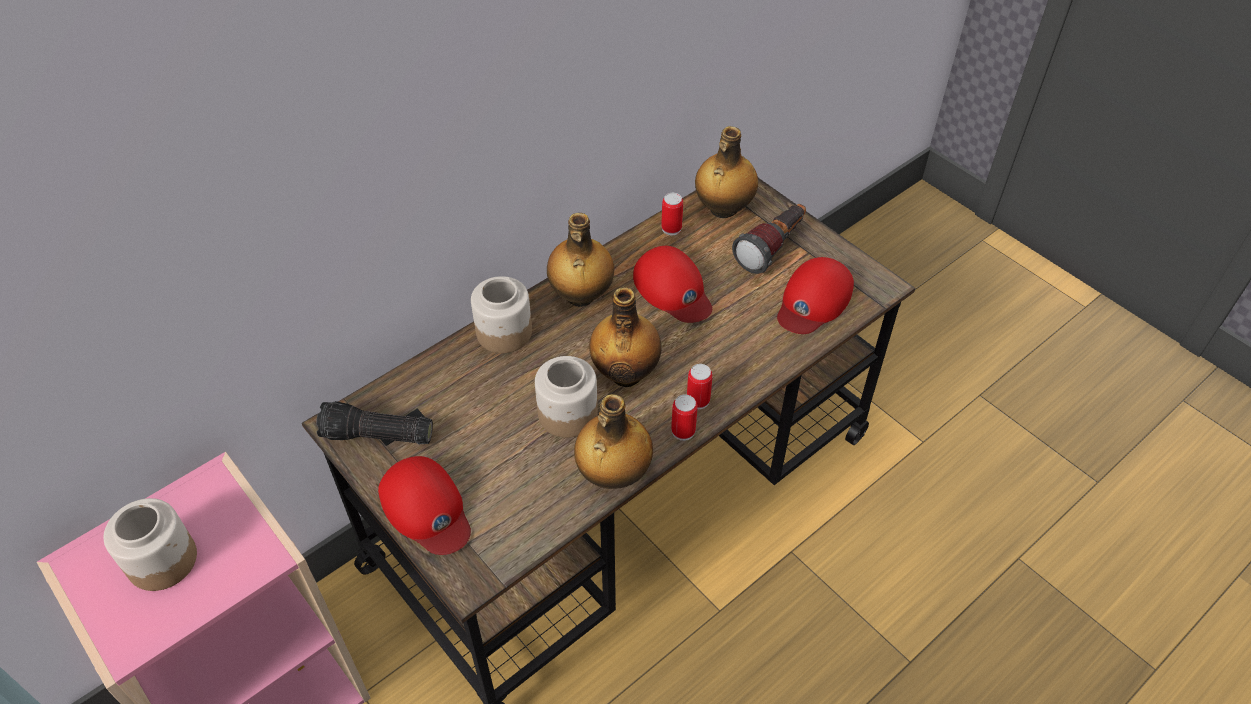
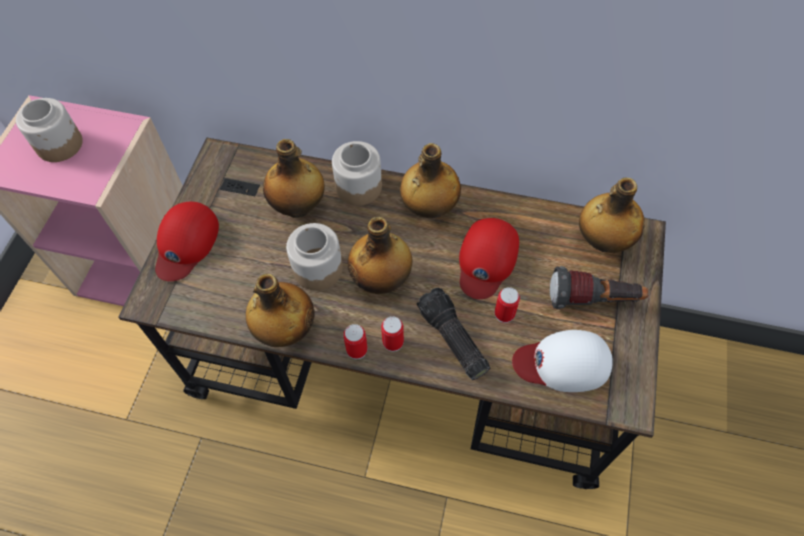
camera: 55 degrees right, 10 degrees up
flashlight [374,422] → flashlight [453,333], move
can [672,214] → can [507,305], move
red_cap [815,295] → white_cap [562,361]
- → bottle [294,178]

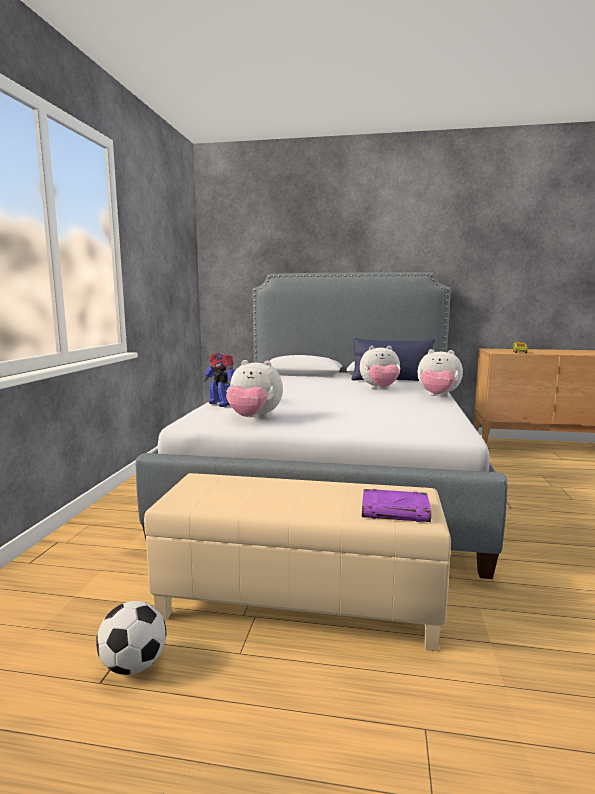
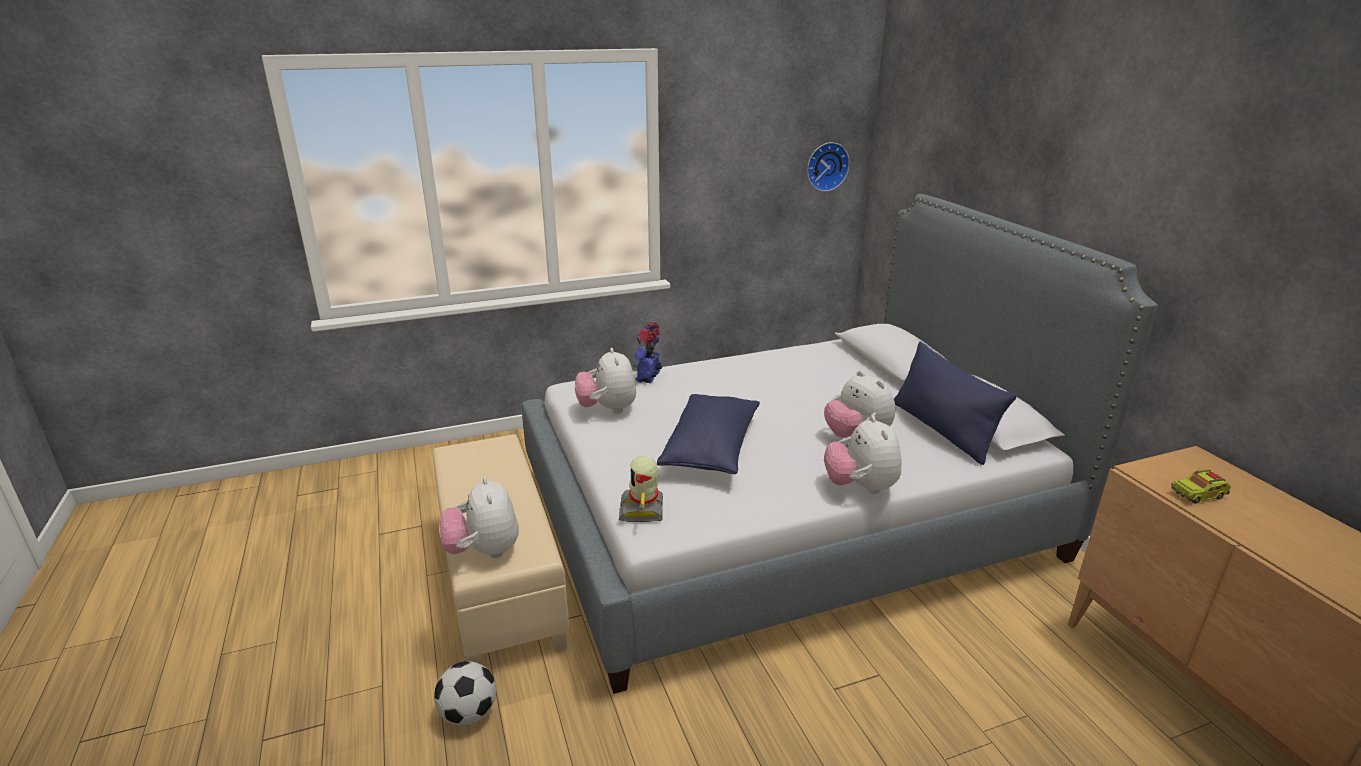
camera: 60 degrees right, 15 degrees up
football [131,638] → football [465,693], move
purple_bound_book [396,505] → soft_toy [479,517]
- → robot_figure [641,489]
- → bluish_throw_pillow [708,434]
- → wall_clock [828,167]

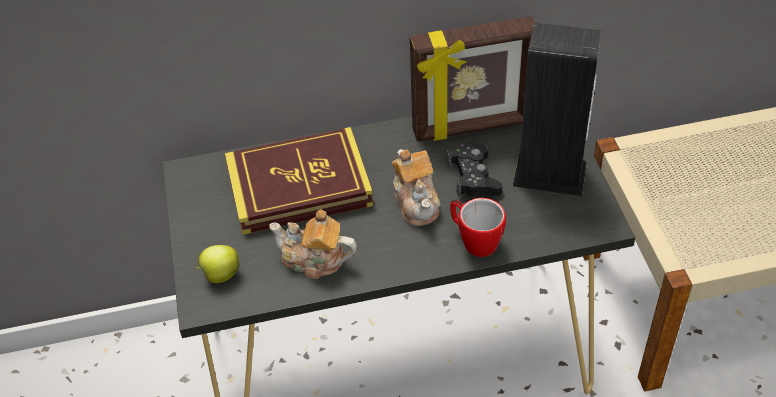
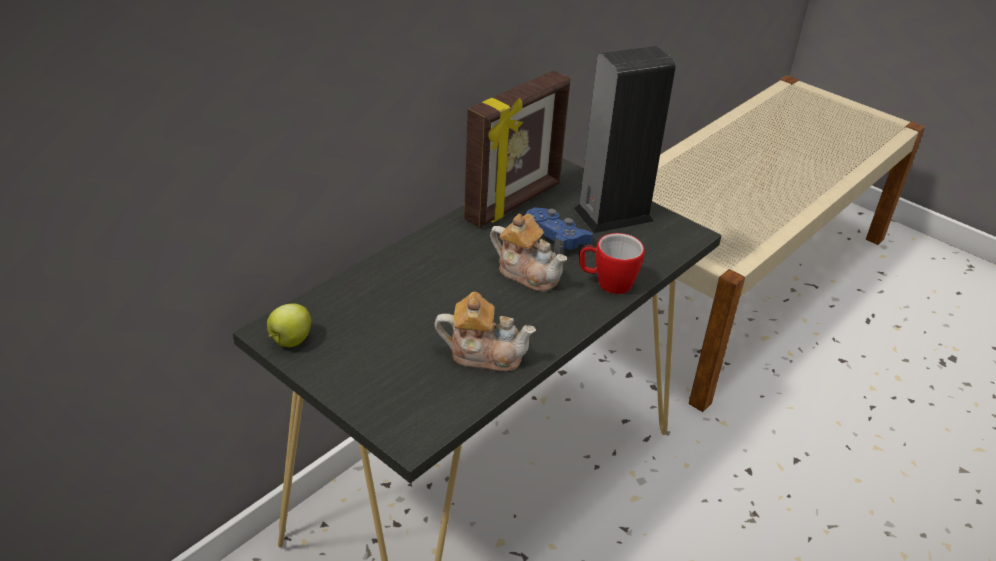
camera: 40 degrees left, 10 degrees down
apple [217,264] → apple [289,325], move
bound_book [299,181] → -
teapot [313,244] → teapot [485,332], 150 degrees counterclockwise
blackish_joypad [474,169] → bluish_joypad [559,231]

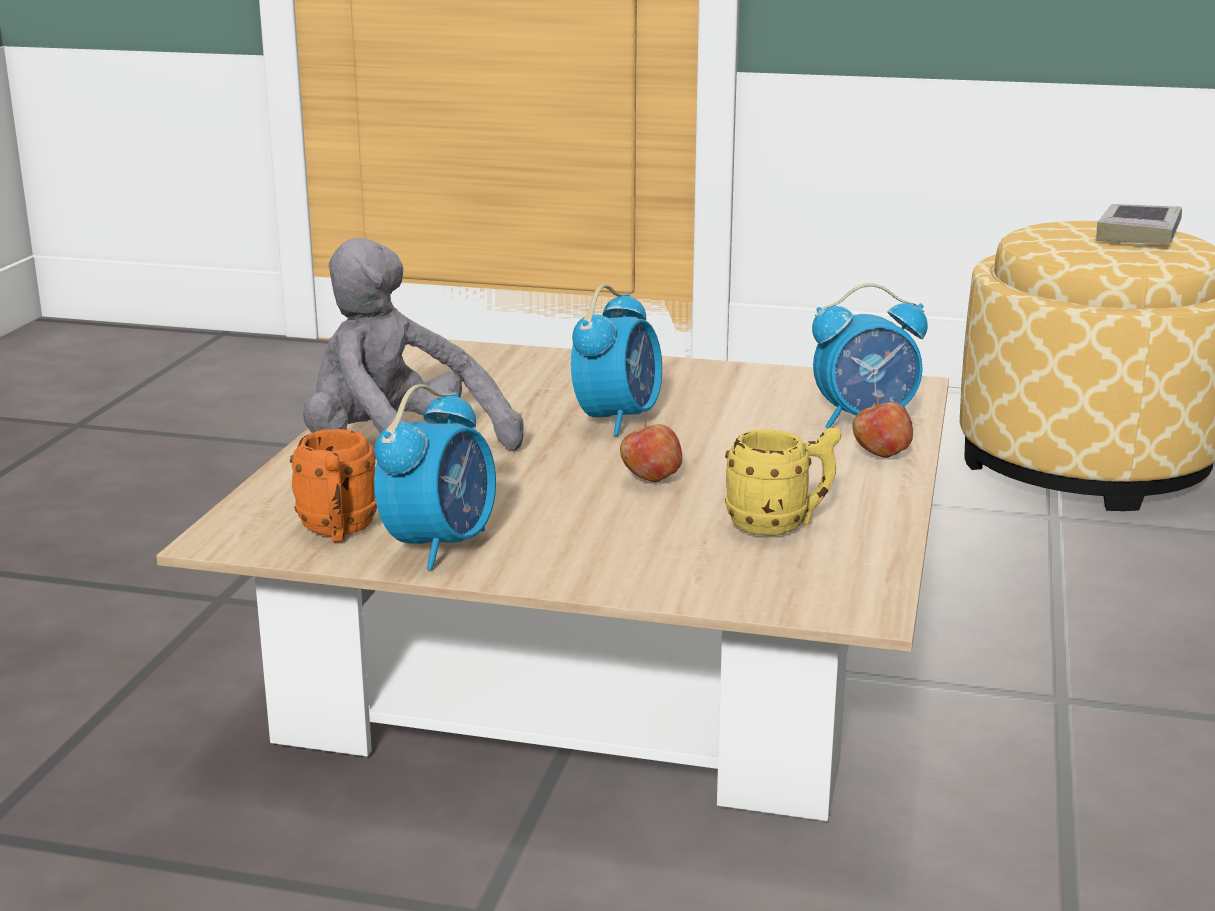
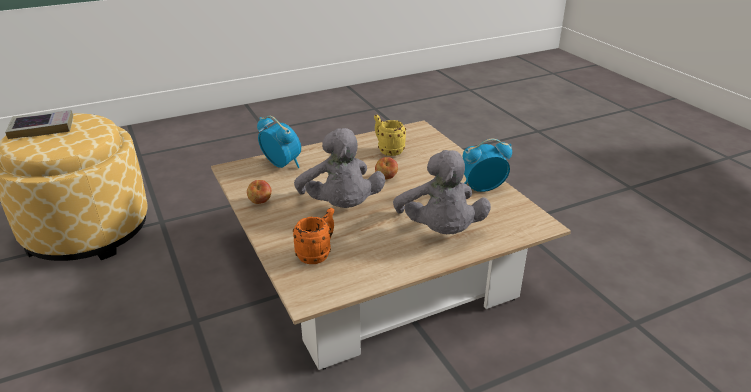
camera: 130 degrees left, 10 degrees up
orange_mug [333,485] → orange_mug [313,236], move
table_clock [616,360] → grey_soft_toy [339,168]
apple [883,427] → apple [259,192], move

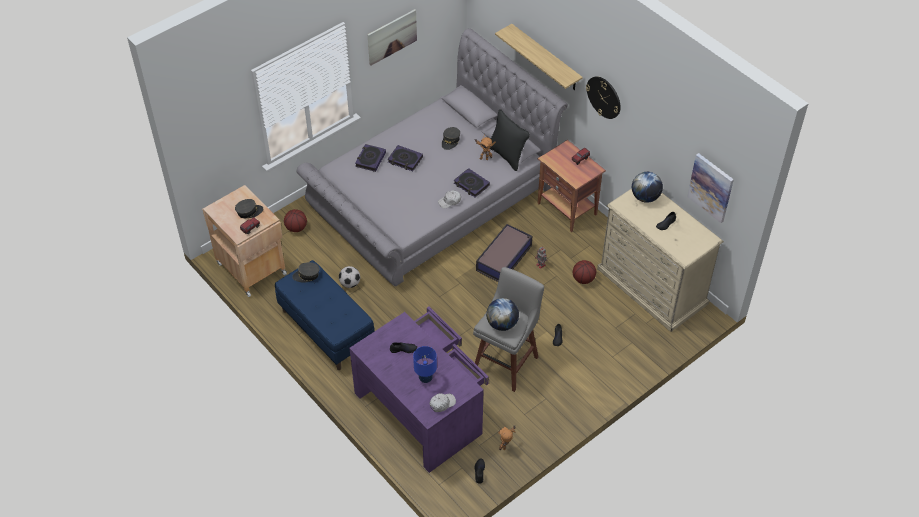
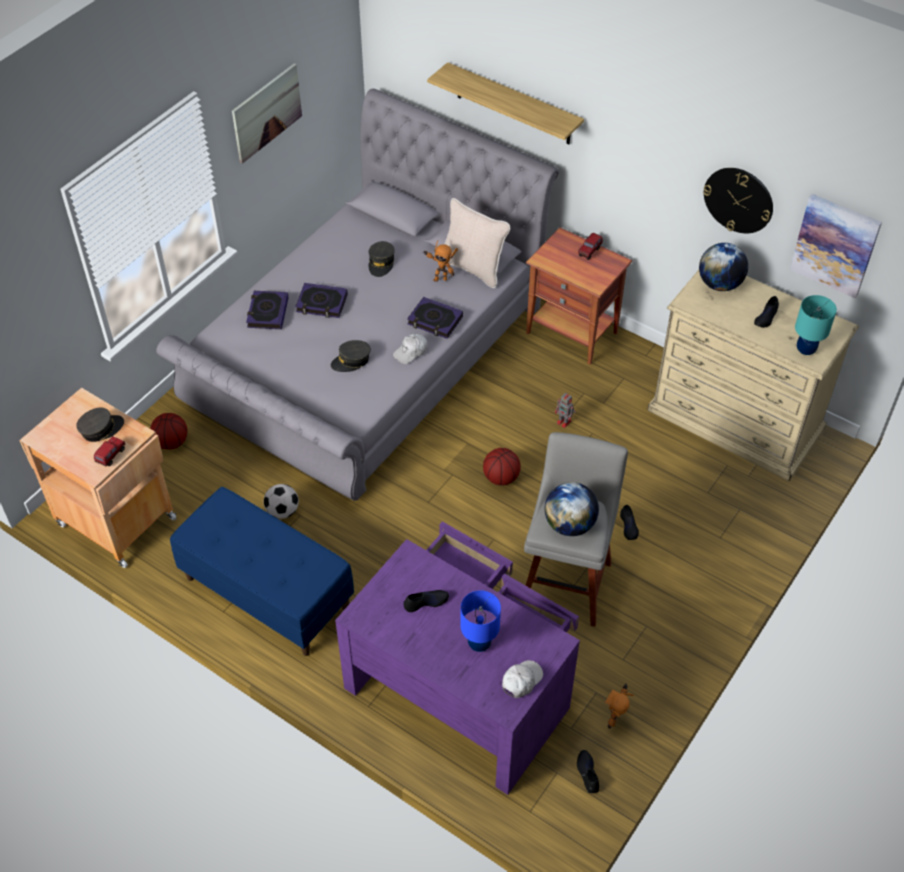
camera: 15 degrees left, 0 degrees up
grey_cap [306,272] → grey_cap [351,356], move
storage_bin [504,253] → -
blackish_throw_pillow [510,140] → sand-coloured_throw_pillow [477,243]
ball_for_basketball [584,272] → ball_for_basketball [501,467], move
wall_clock [603,97] → wall_clock [738,200], move
- → turquoise-coloured_table_lamp [816,325]

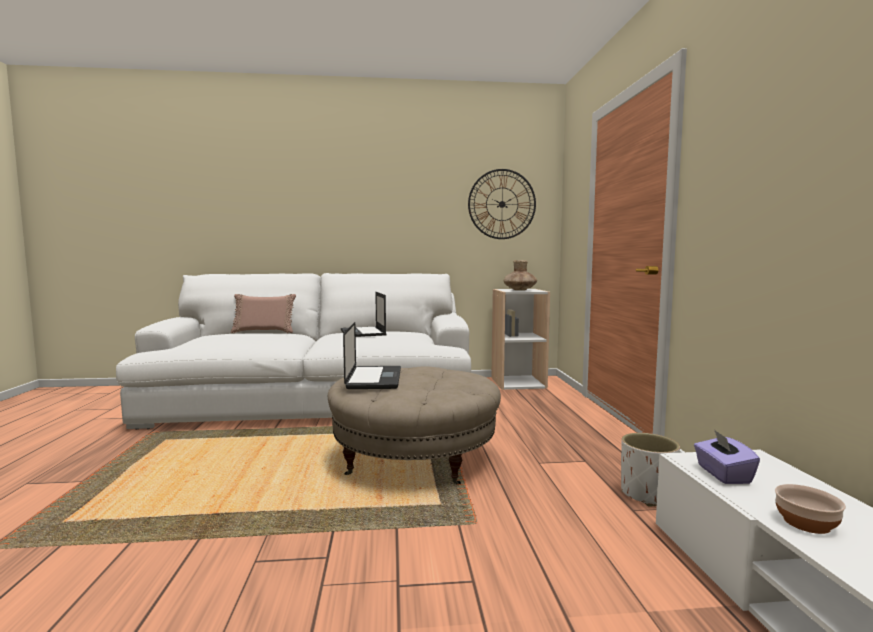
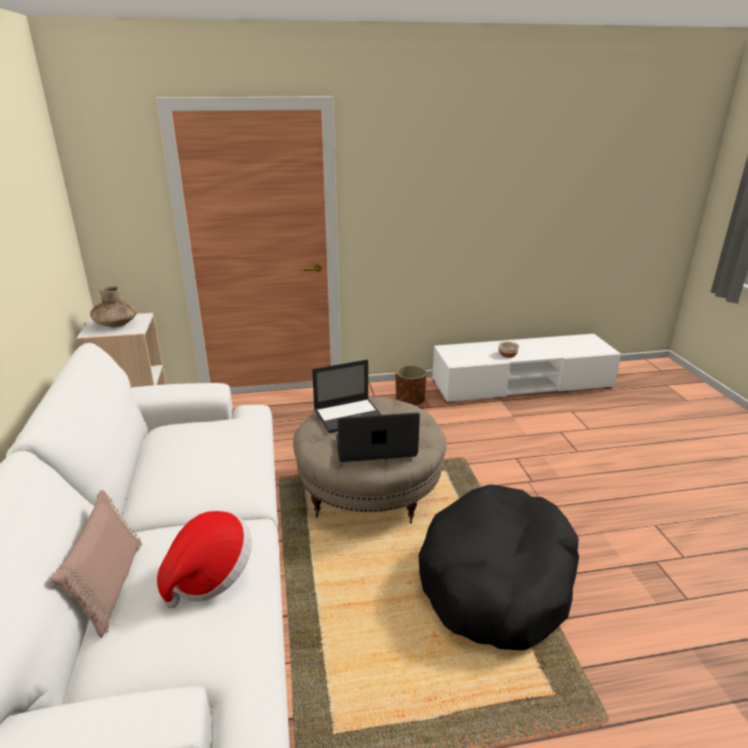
camera: 95 degrees left, 20 degrees up
laptop [364,314] → laptop [347,396], move
wall_clock [502,204] → -
white_planter [650,470] → brown_planter [411,385]
purple_box_of_tissues [727,457] → -
- → hat [204,559]
- → blackish_pet_bed [499,567]

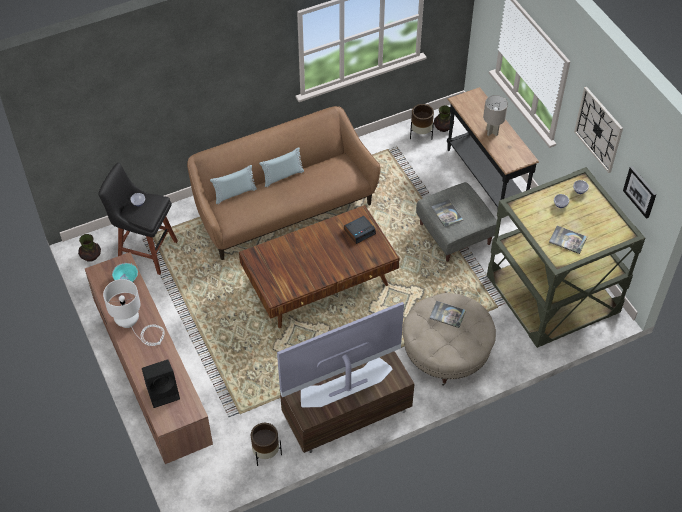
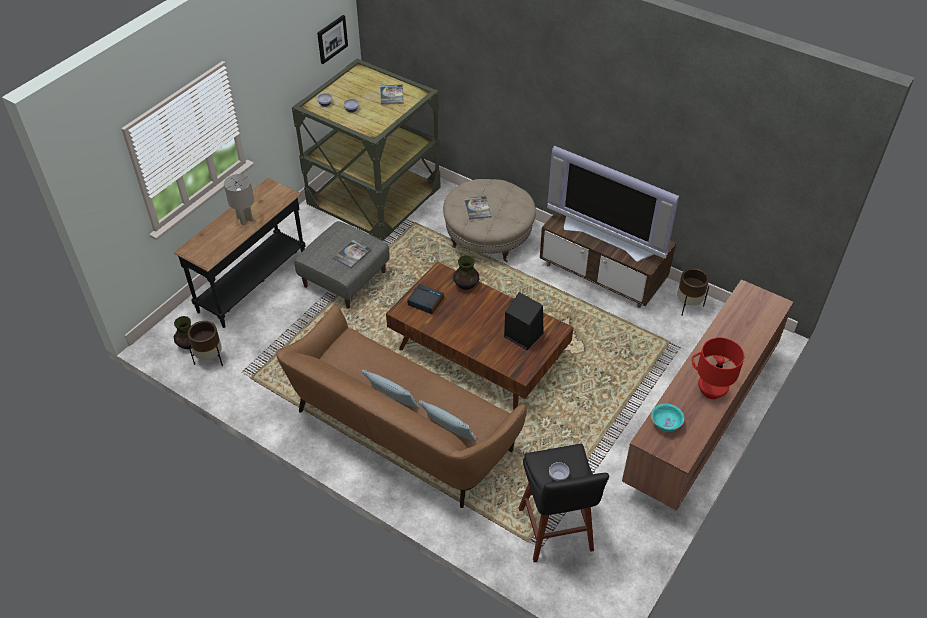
camera: 120 degrees left, 5 degrees down
flower_vase [89,247] → flower_vase [466,272], move
white_table_lamp [134,312] → red_table_lamp [717,368]
blackish_speaker [161,384] → blackish_speaker [524,321], move
wall_clock [598,130] → -

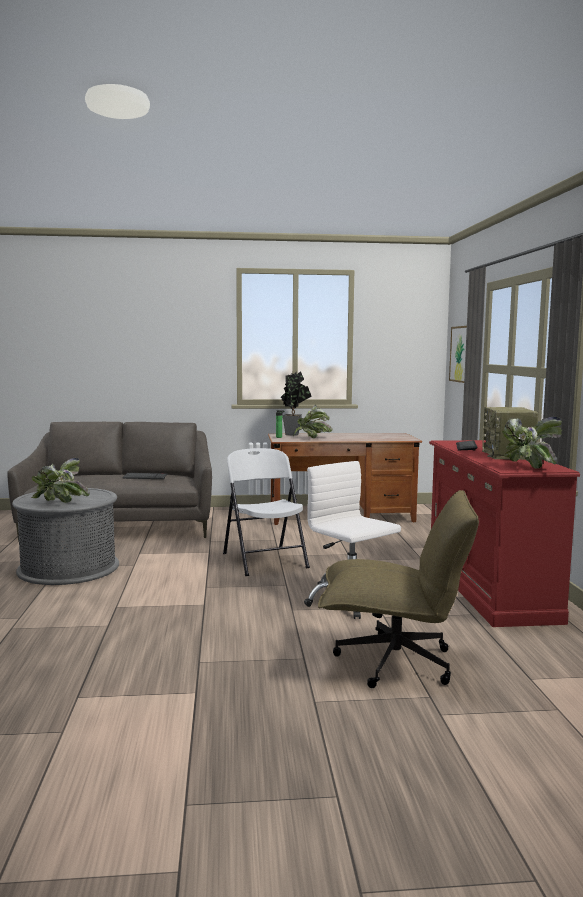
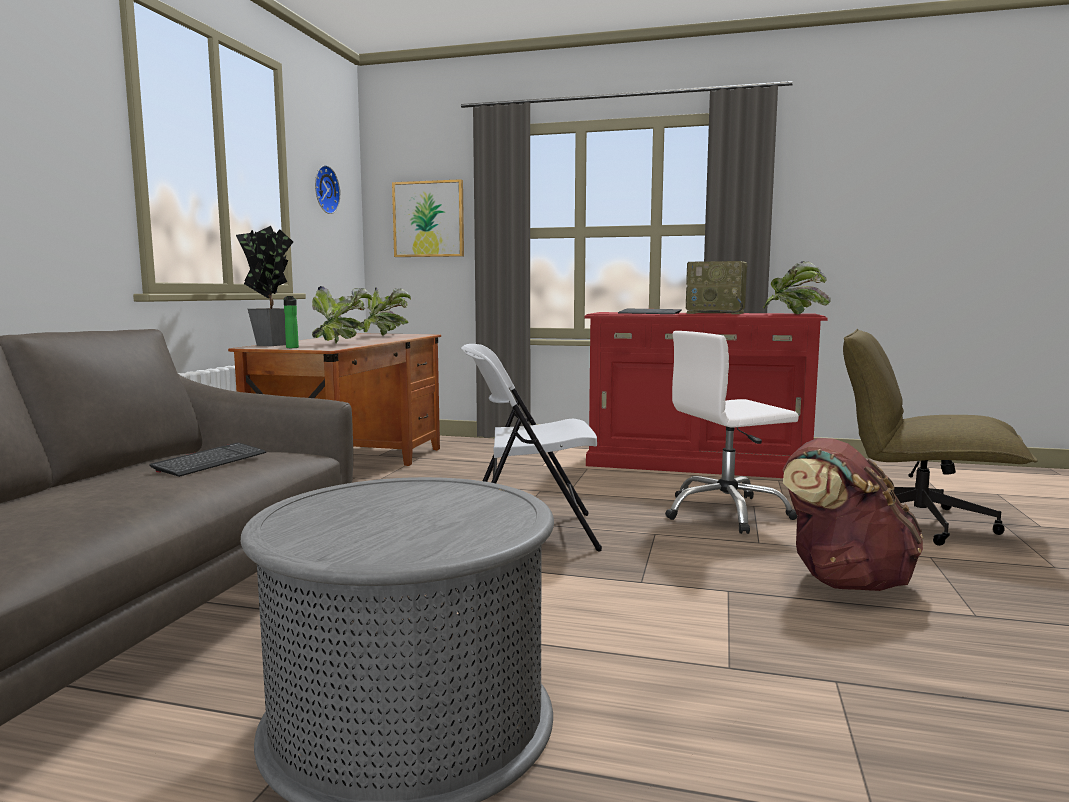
camera: 70 degrees left, 0 degrees up
houseplant [60,480] → houseplant [386,311], move
sand-coloured_desk_chair [398,589] → sand-coloured_desk_chair [940,437], 90 degrees counterclockwise
- → wall_clock [327,189]
- → brown_backpack [852,514]

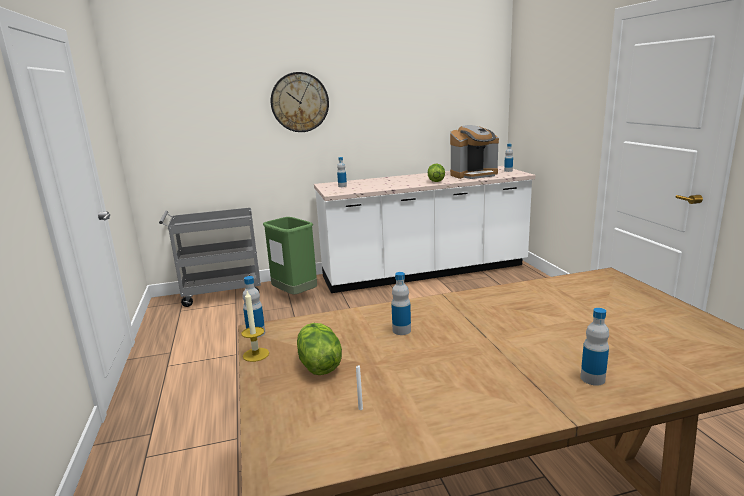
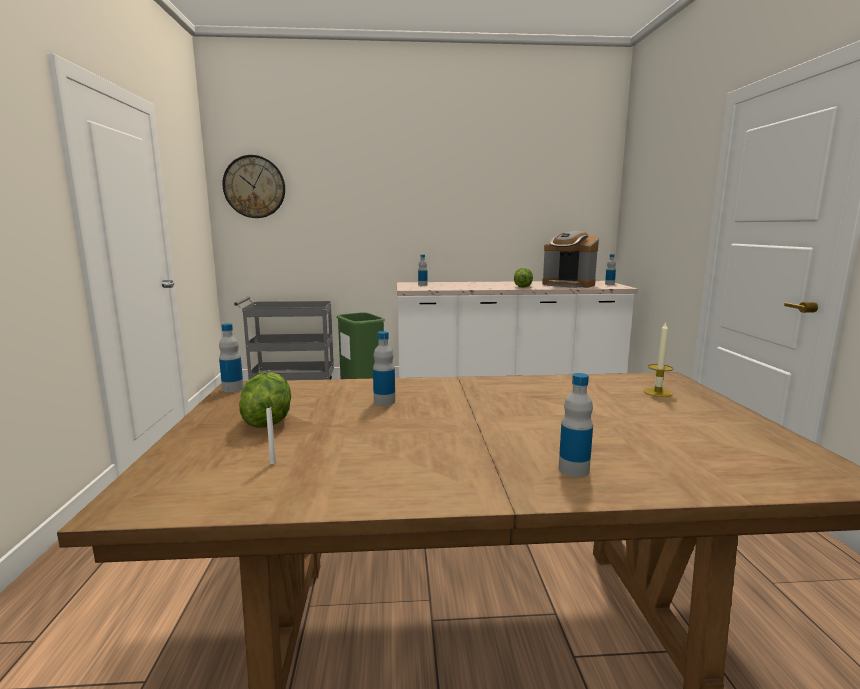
camera: 10 degrees right, 5 degrees down
candle [255,326] → candle [658,359], move
wall_clock [300,102] → wall_clock [253,186], move
coffee_maker [474,152] → coffee_maker [570,259], 45 degrees clockwise

